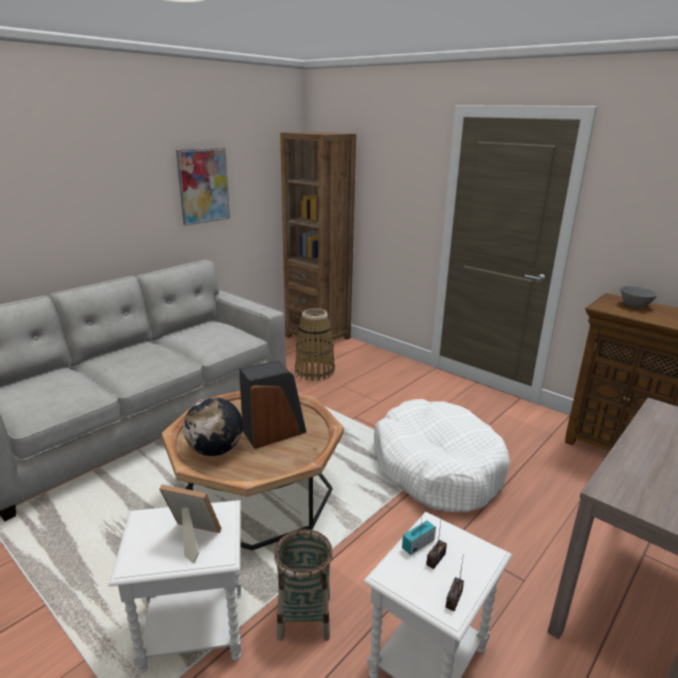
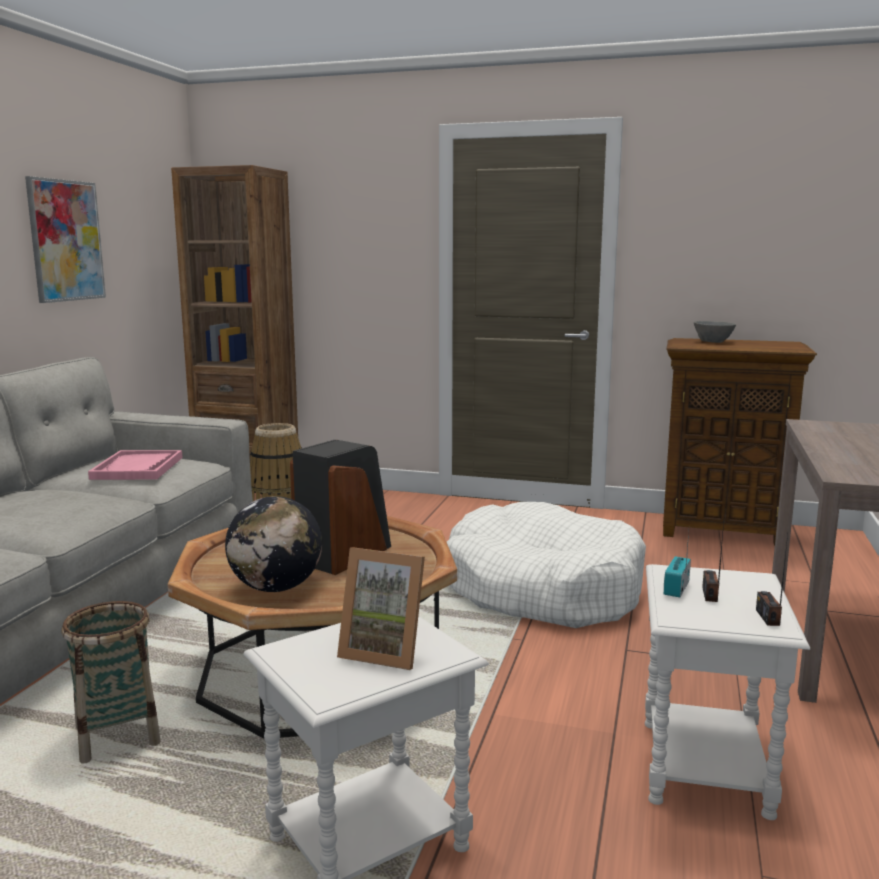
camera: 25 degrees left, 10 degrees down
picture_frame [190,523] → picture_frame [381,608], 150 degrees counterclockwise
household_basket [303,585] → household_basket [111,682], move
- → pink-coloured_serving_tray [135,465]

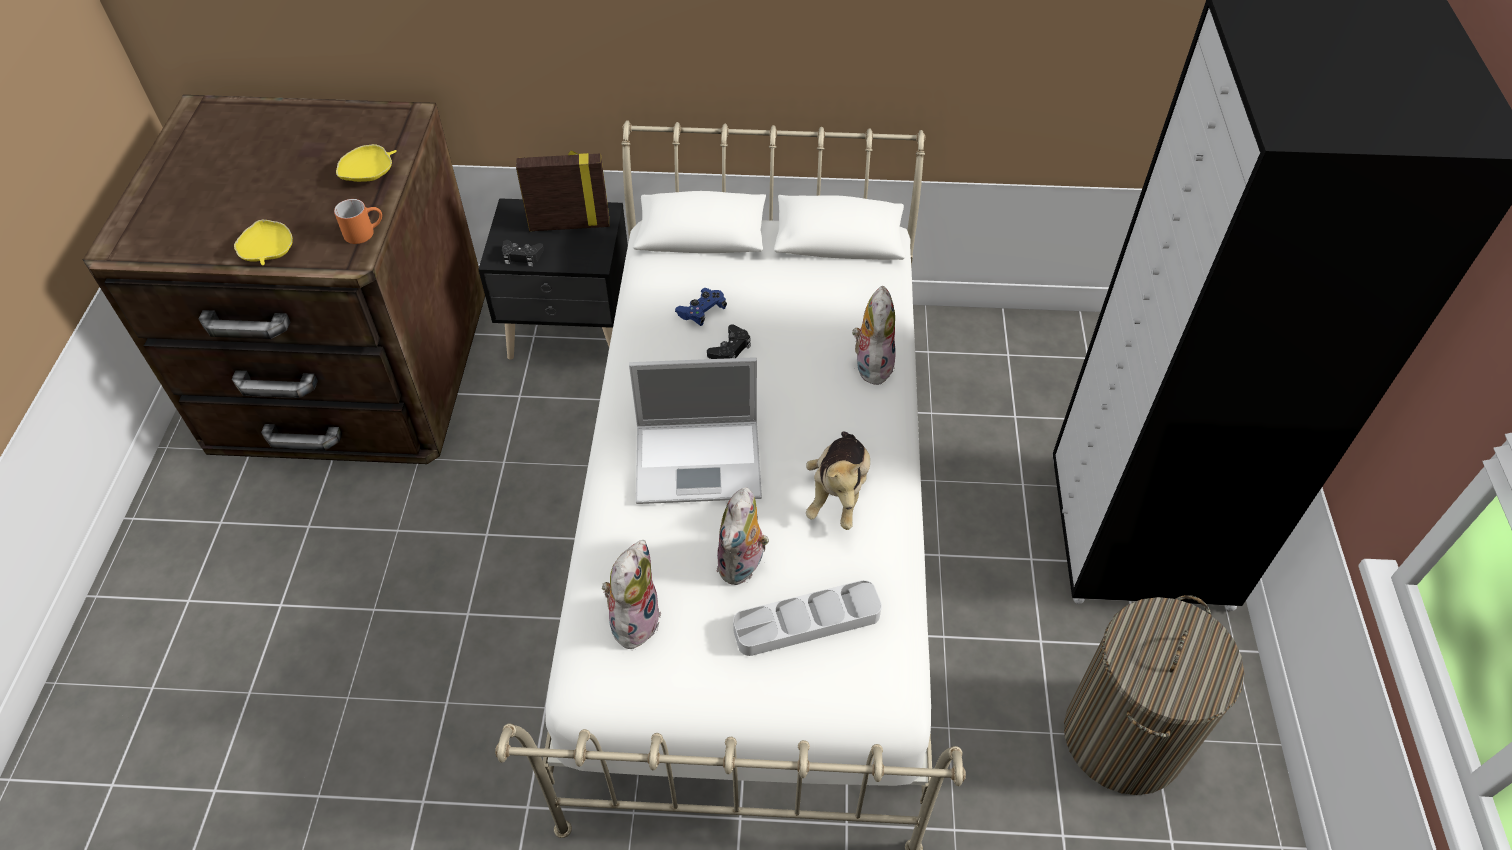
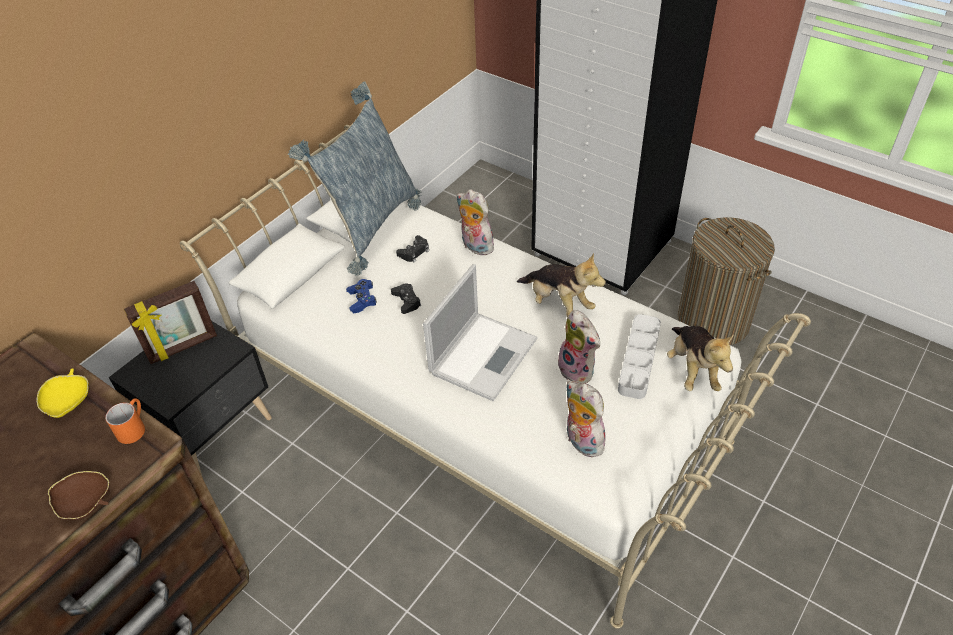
camera: 55 degrees left, 5 degrees down
yellowish_serving_bowl [263,242] → brown_serving_bowl [79,495]
blackish_joypad [523,253] → blackish_joypad [412,248], move
picture_frame [562,191] → picture_frame [170,322], 150 degrees counterclockwise
- → throw_pillow [355,178]
- → soft_toy [700,358]

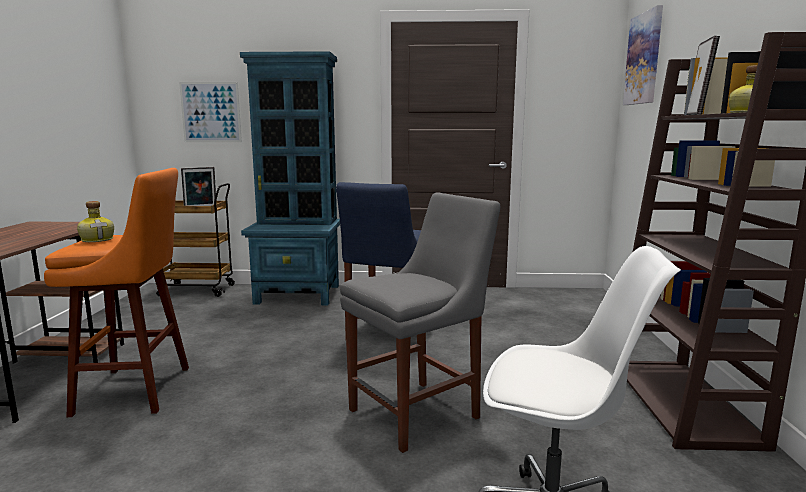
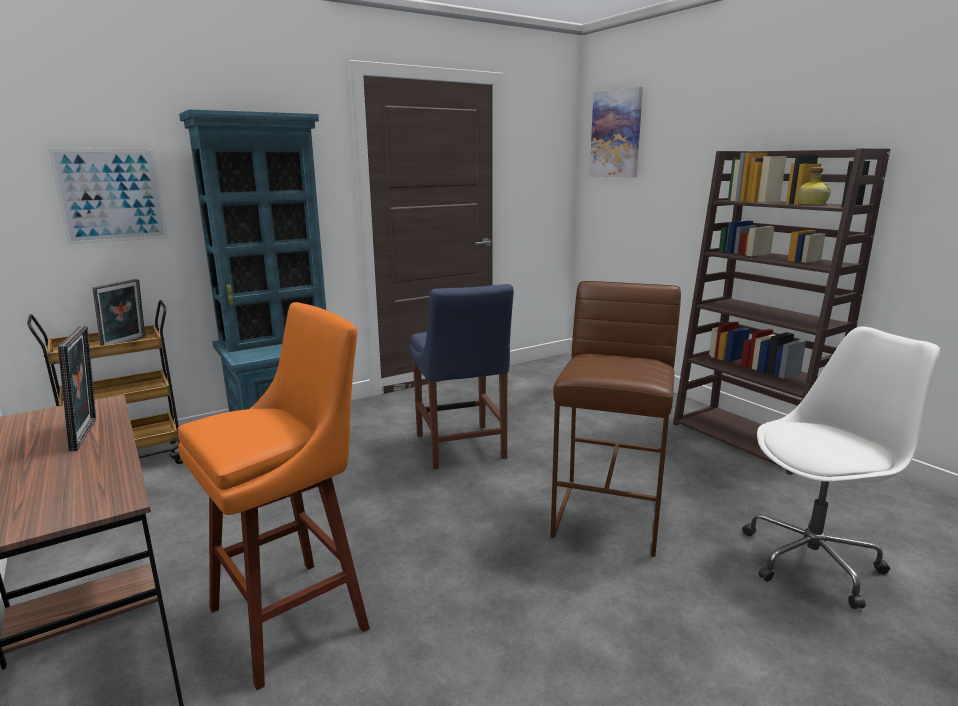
camera: 35 degrees left, 5 degrees up
bottle [95,221] → -
grey_chair [420,322] → brown_stool_seat [616,419]
picture_frame [702,75] → picture_frame [77,388], move

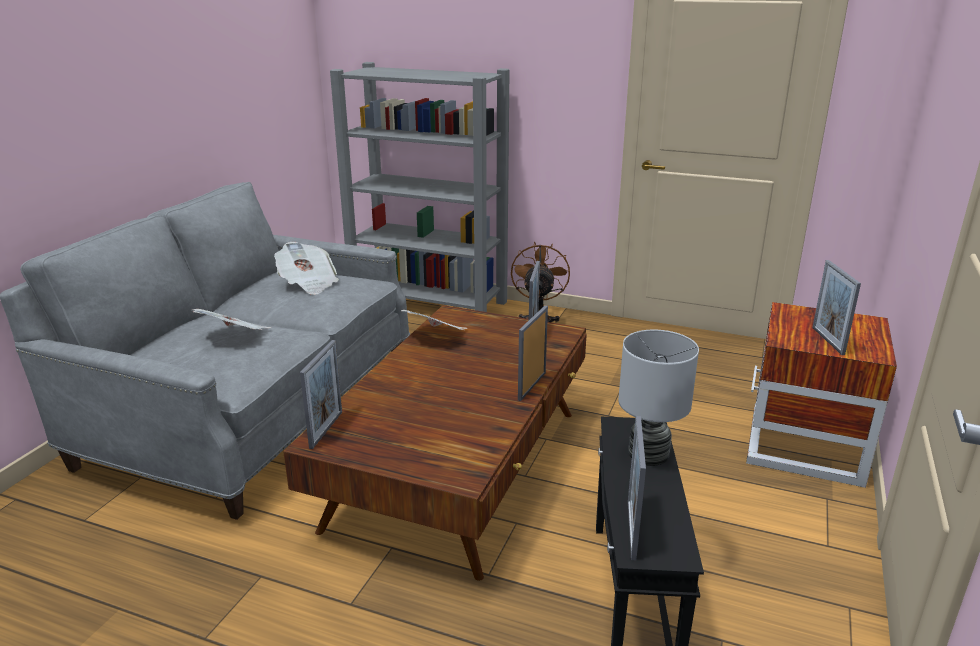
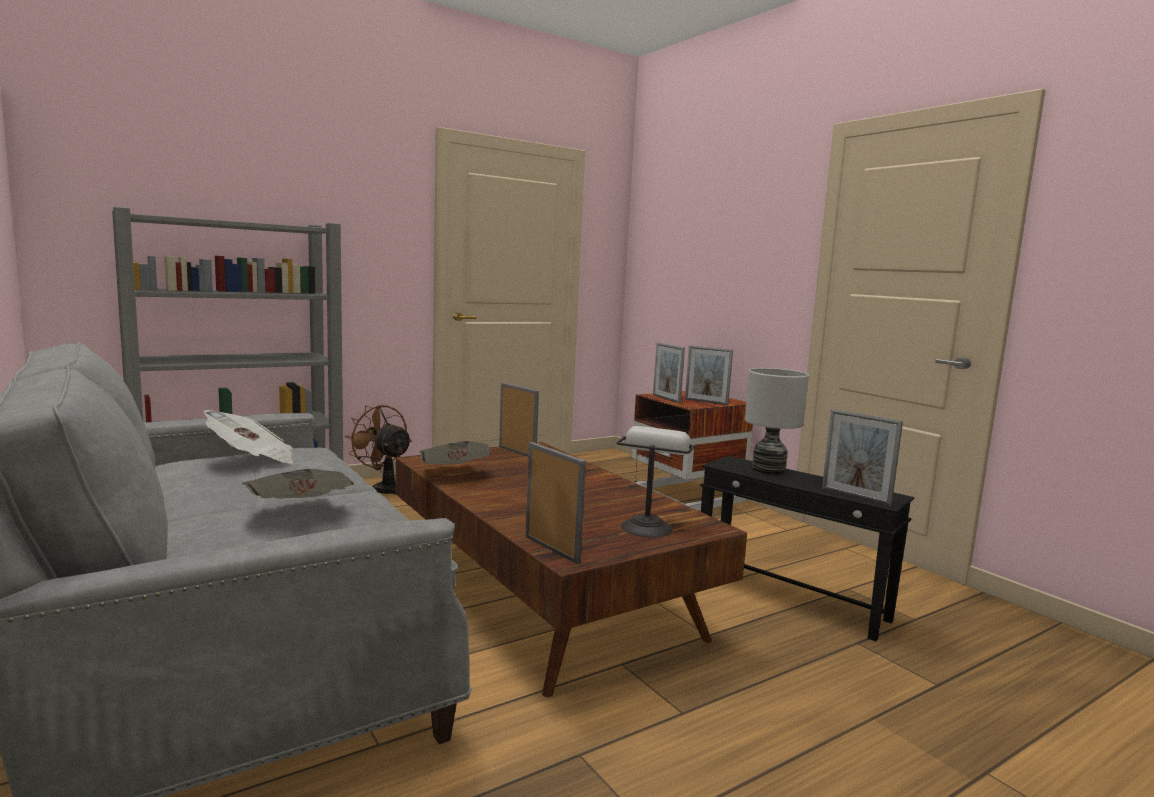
camera: 55 degrees left, 15 degrees down
picture_frame [533,353] → picture_frame [669,373], move
- → table_lamp [656,481]

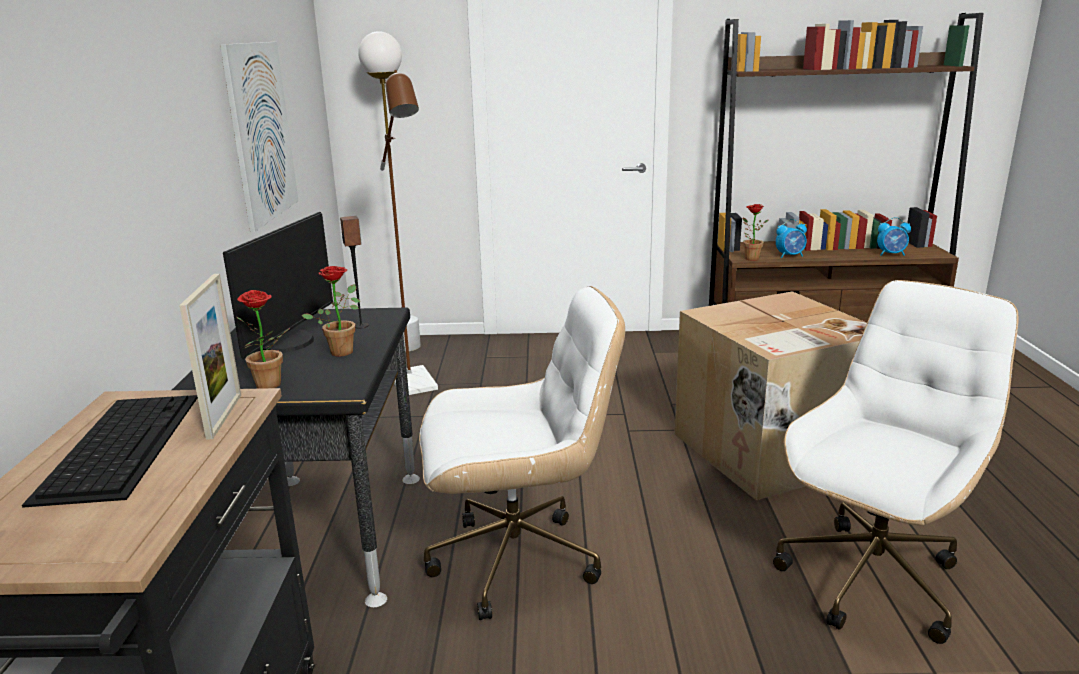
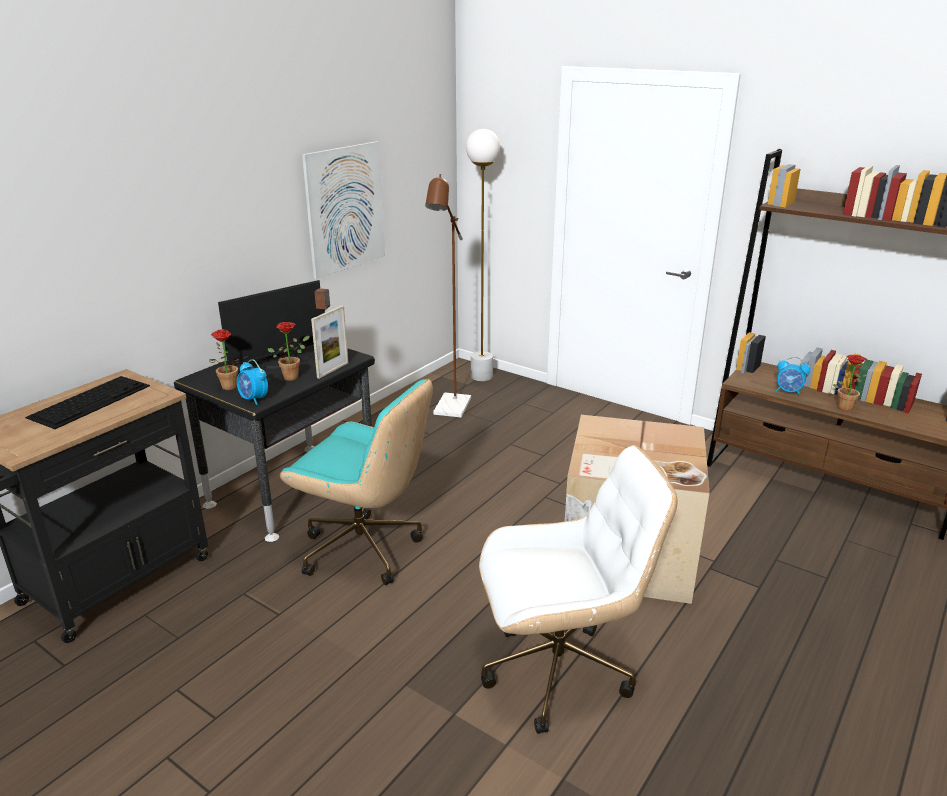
camera: 35 degrees right, 5 degrees up
picture_frame [210,357] → picture_frame [329,342], move
white_desk_chair [522,453] → turquoise-coloured_desk_chair [356,482]
houseplant [755,232] → houseplant [850,383], move
table_clock [894,236] → table_clock [252,382], move

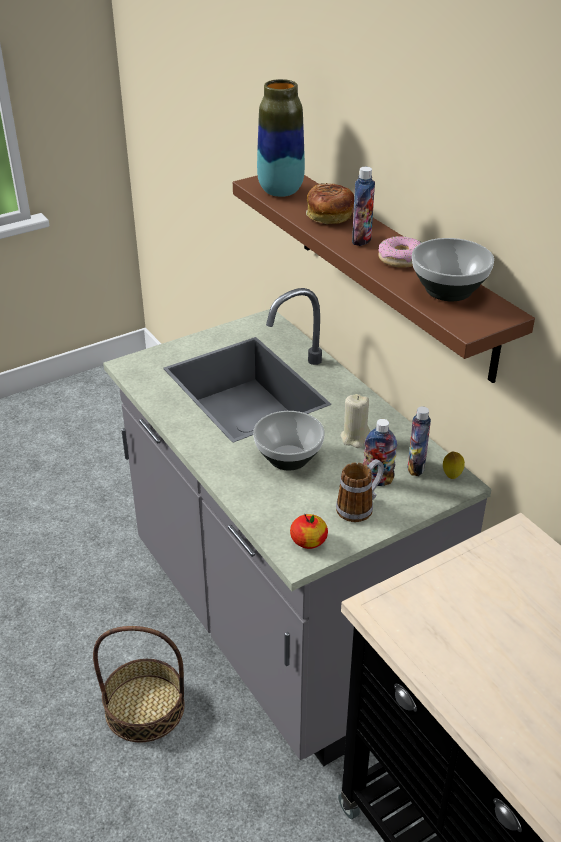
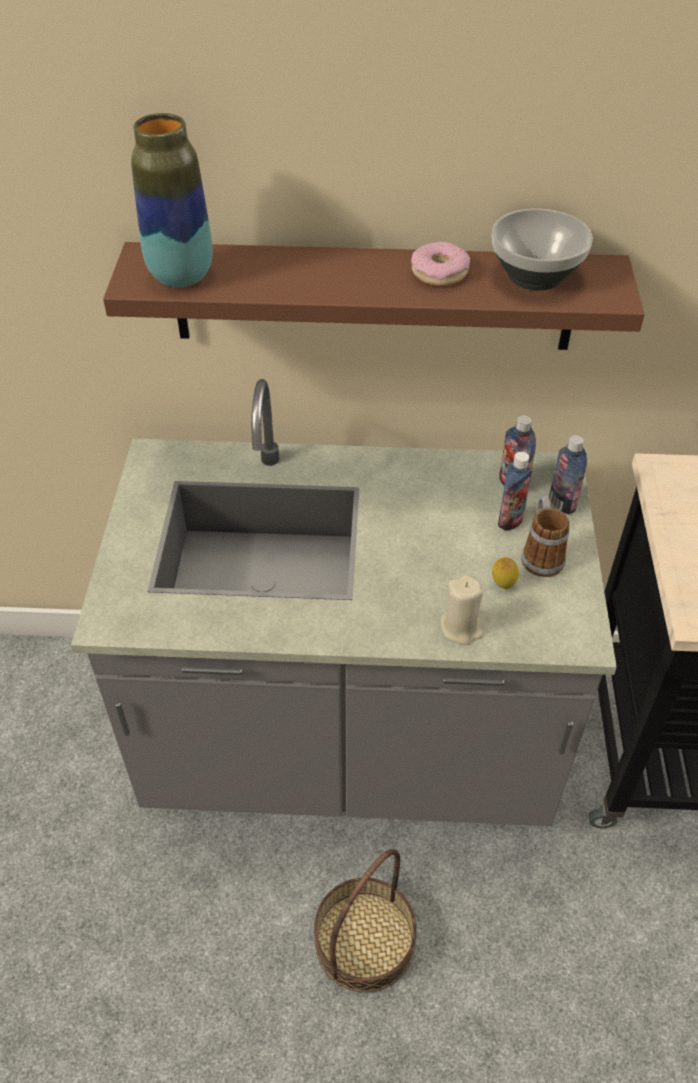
camera: 55 degrees left, 10 degrees up
serving_bowl [289,440] → -
apple [309,531] → -
bread [330,203] → -
sand-coloured_candle [355,421] → sand-coloured_candle [461,610], move
bottle [363,206] → bottle [568,474], move
citrus_fruit [454,465] → citrus_fruit [505,573], move

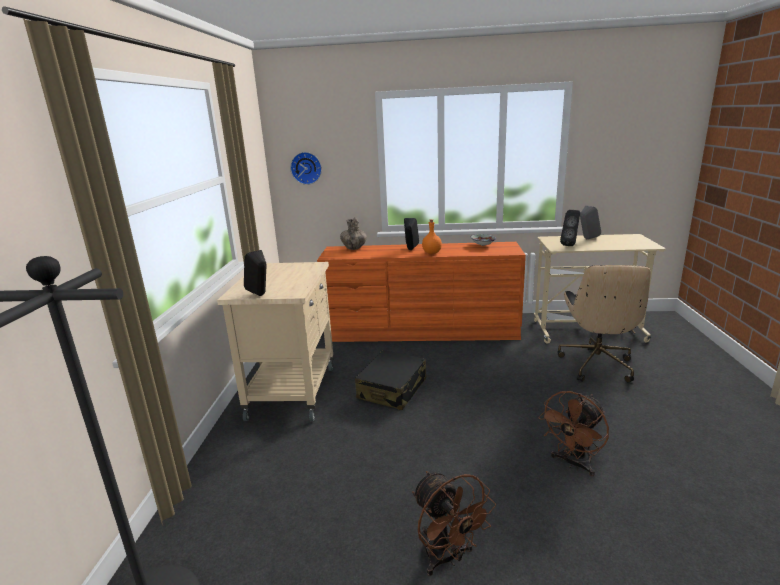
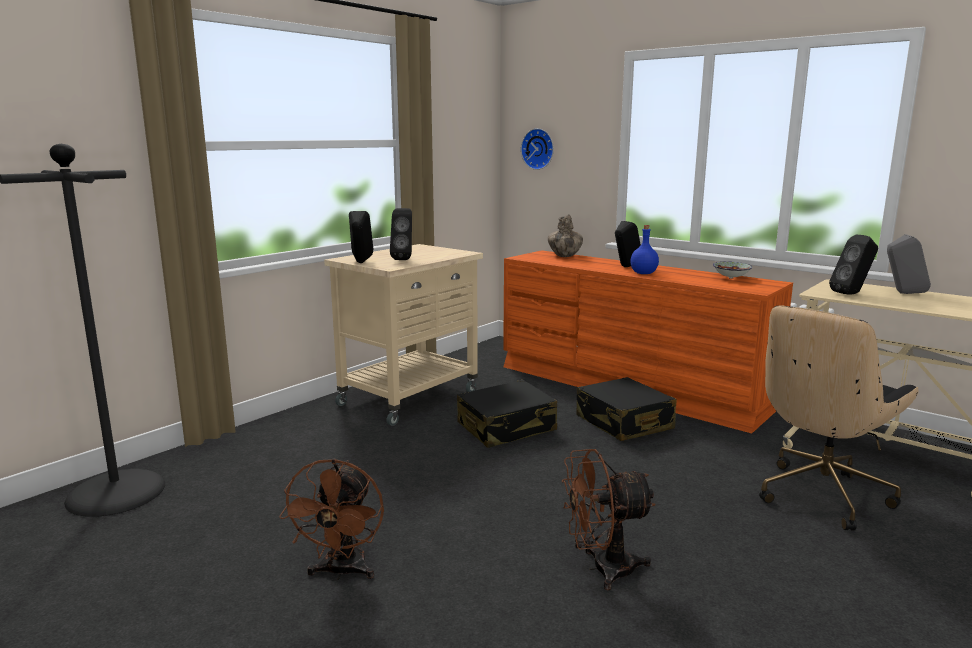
camera: 35 degrees right, 5 degrees down
orange_bottle [432,236] → bluish_bottle [644,249]
- → blackish_speaker [401,234]
- → blackish_piece_of_luggage [626,409]

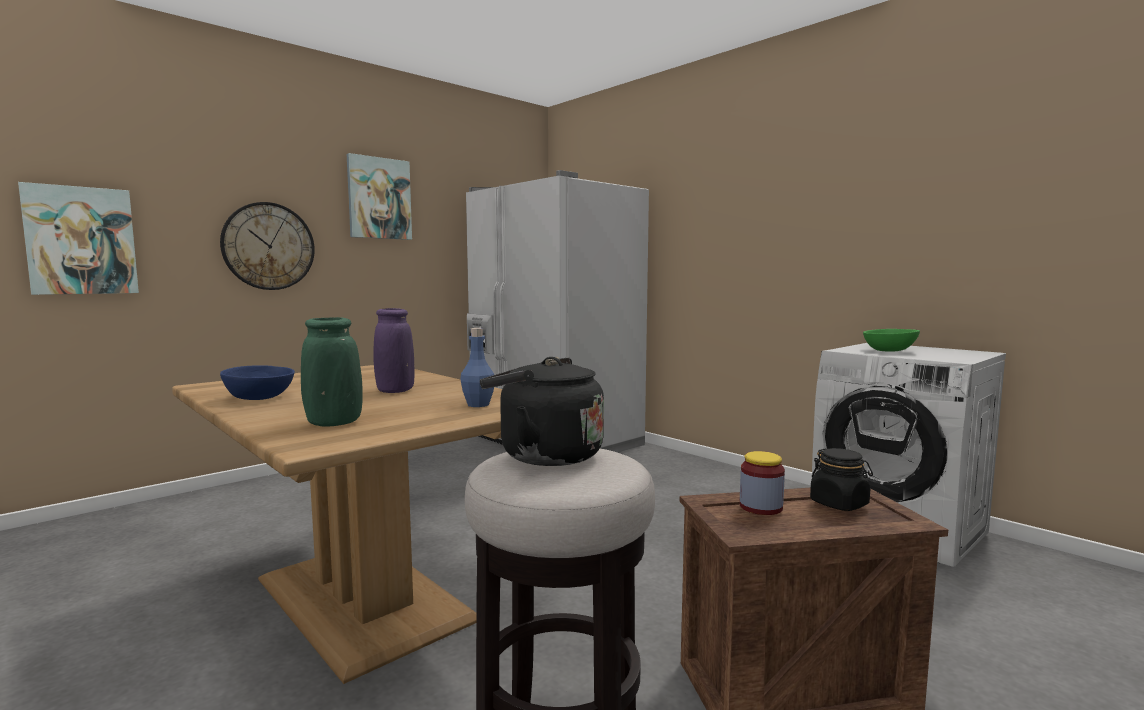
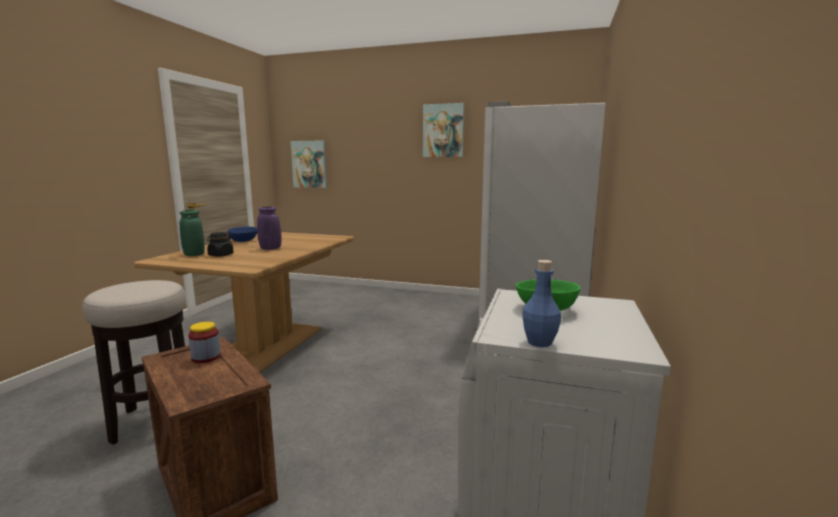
camera: 60 degrees right, 5 degrees up
wall_clock [267,246] → -
bluish_bottle [477,367] → bluish_bottle [541,303], move
blackish_tea_kettle [542,411] → -
blackish_storage_jar [841,479] → blackish_storage_jar [220,244], move

